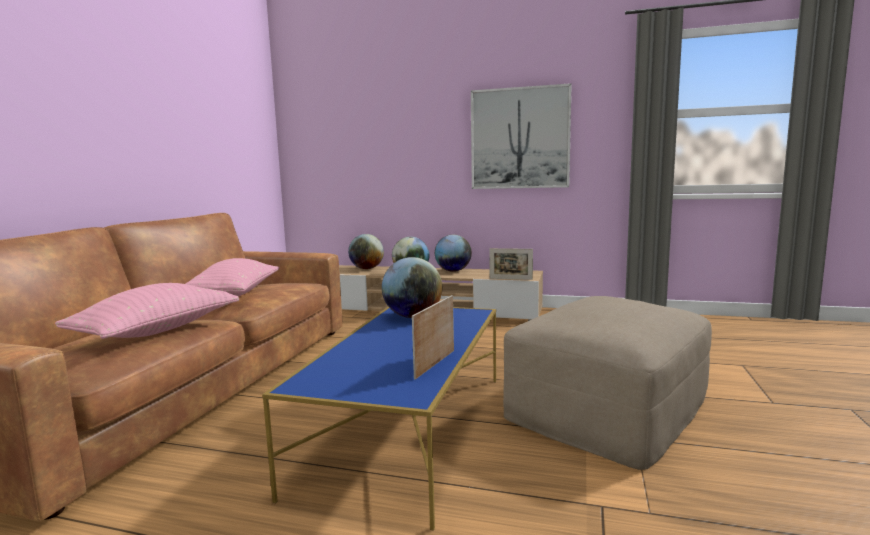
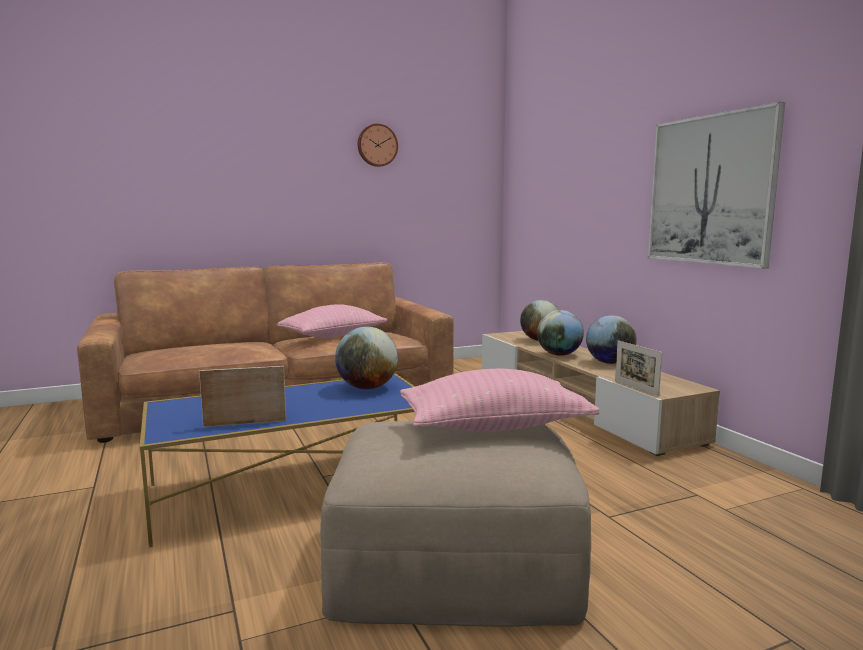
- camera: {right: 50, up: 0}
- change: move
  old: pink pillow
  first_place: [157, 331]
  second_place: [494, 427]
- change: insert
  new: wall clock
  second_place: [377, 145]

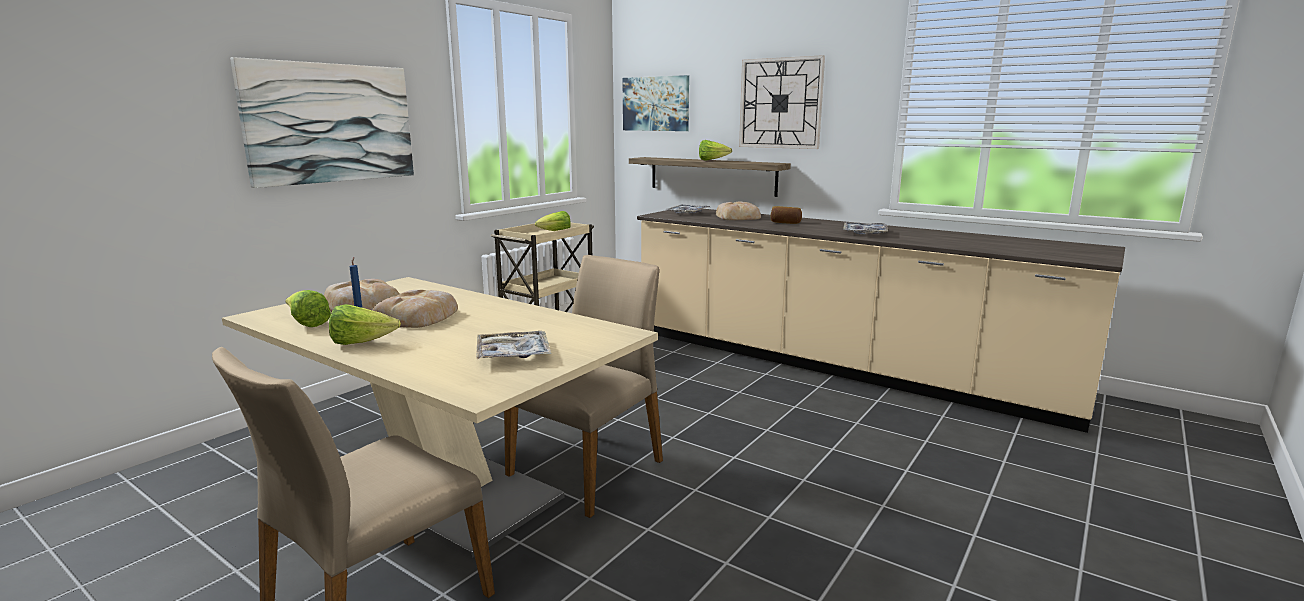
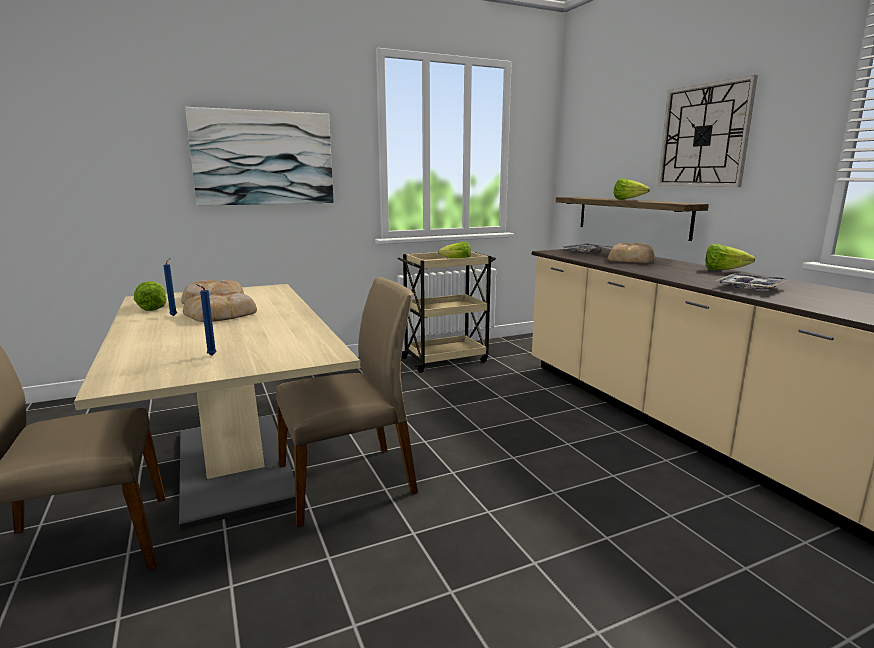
- camera: {right: 30, up: 0}
- change: delete
  old: picture
  first_place: [656, 104]
- change: delete
  old: bread
  first_place: [785, 223]
- change: move
  old: lettuce
  first_place: [362, 343]
  second_place: [723, 270]
- change: replace
  old: tray
  new: blue candle
  first_place: [513, 354]
  second_place: [210, 356]

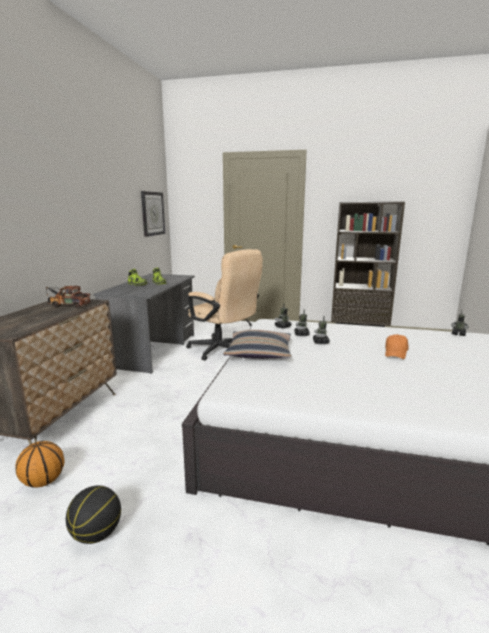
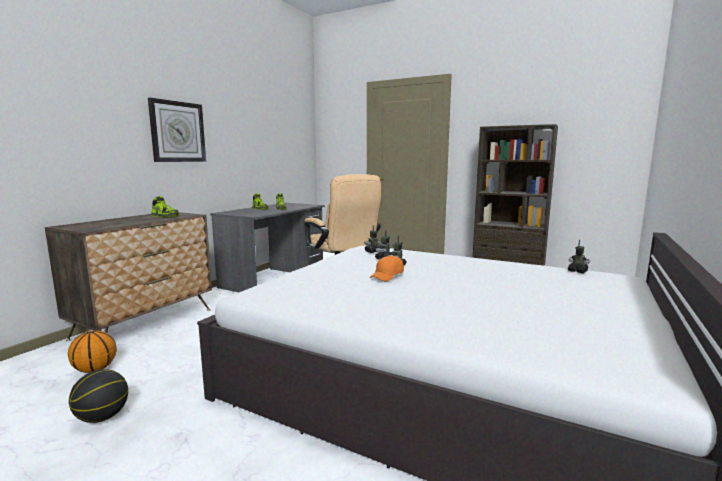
- camera: {right: 15, up: -5}
- change: move
  old: wall clock
  first_place: [152, 213]
  second_place: [177, 132]
- change: replace
  old: toy truck
  new: shoe
  first_place: [67, 305]
  second_place: [165, 216]
- change: delete
  old: pillow
  first_place: [259, 352]
- change: move
  old: orange cap
  first_place: [396, 353]
  second_place: [387, 276]

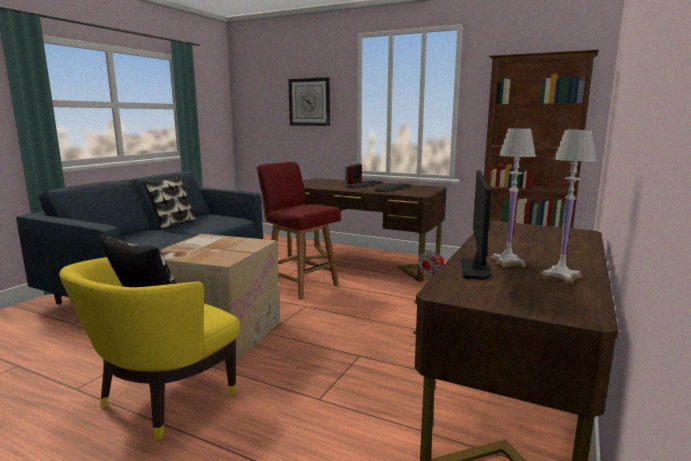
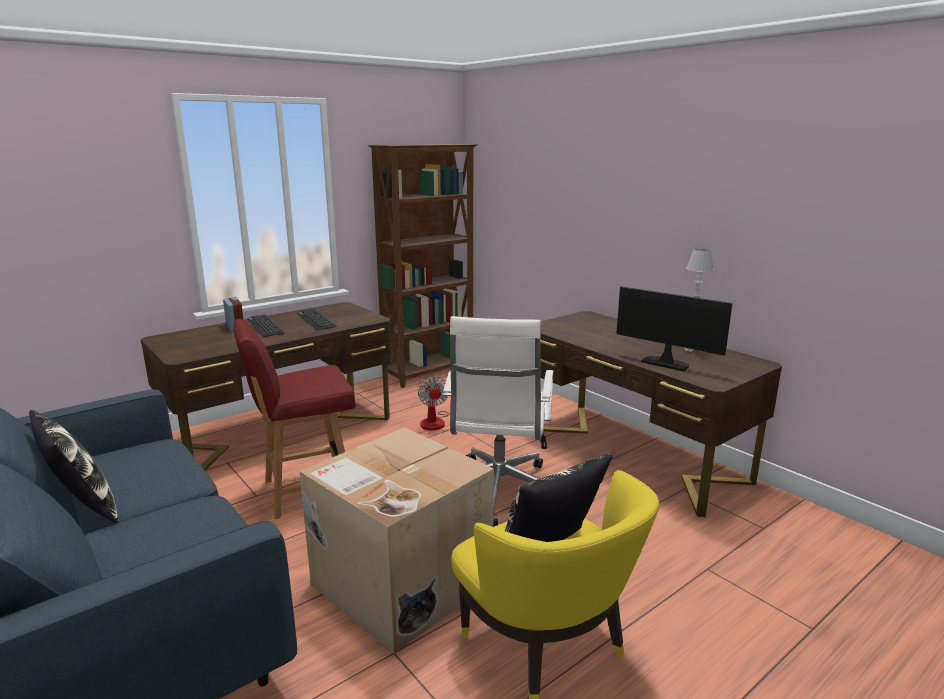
- camera: {right: -65, up: 5}
- change: delete
  old: wall clock
  first_place: [309, 102]
- change: delete
  old: white table lamp
  first_place: [507, 262]
- change: insert
  new: white office chair
  second_place: [498, 492]

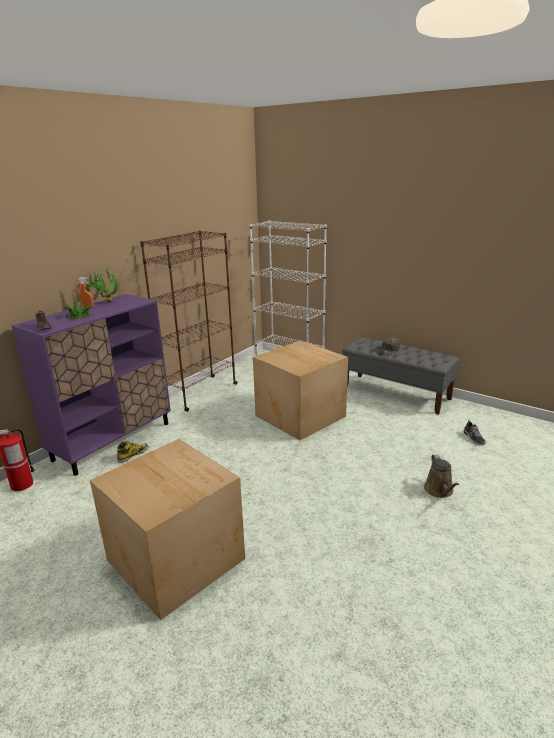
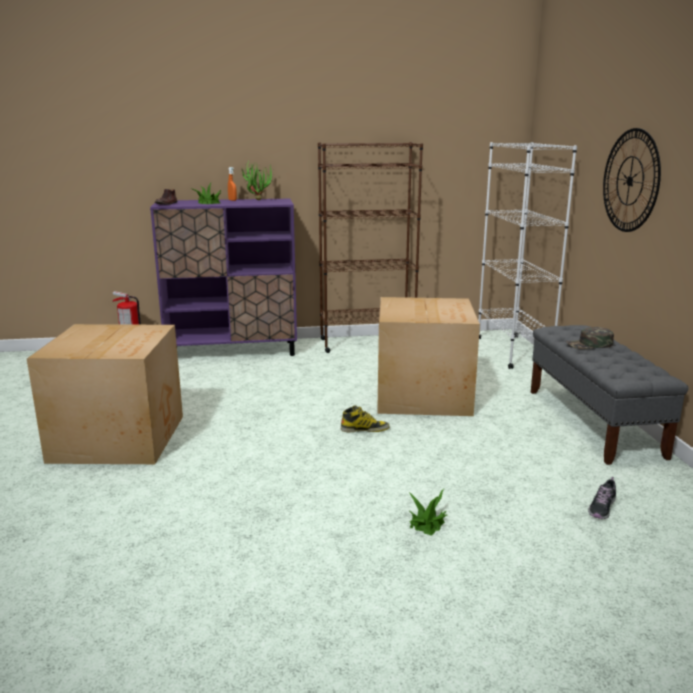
- camera: {right: 45, up: -5}
- change: move
  old: boot
  first_place: [133, 454]
  second_place: [364, 429]
- change: replace
  old: brown watering can
  new: potted plant
  first_place: [439, 491]
  second_place: [427, 523]
- change: insert
  new: wall clock
  second_place: [630, 181]

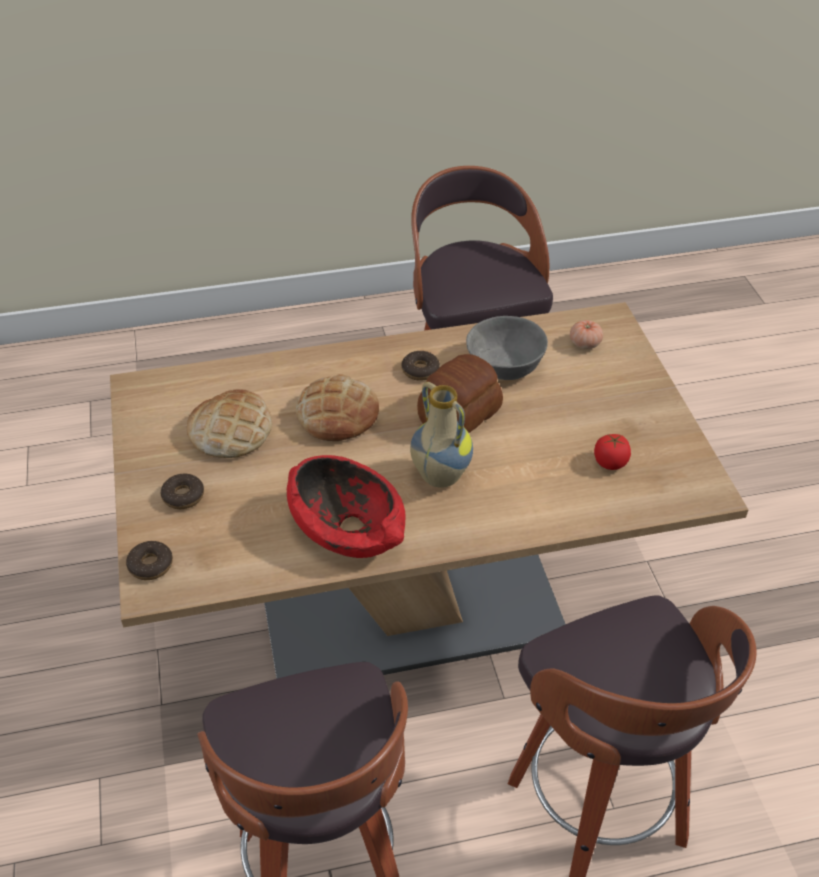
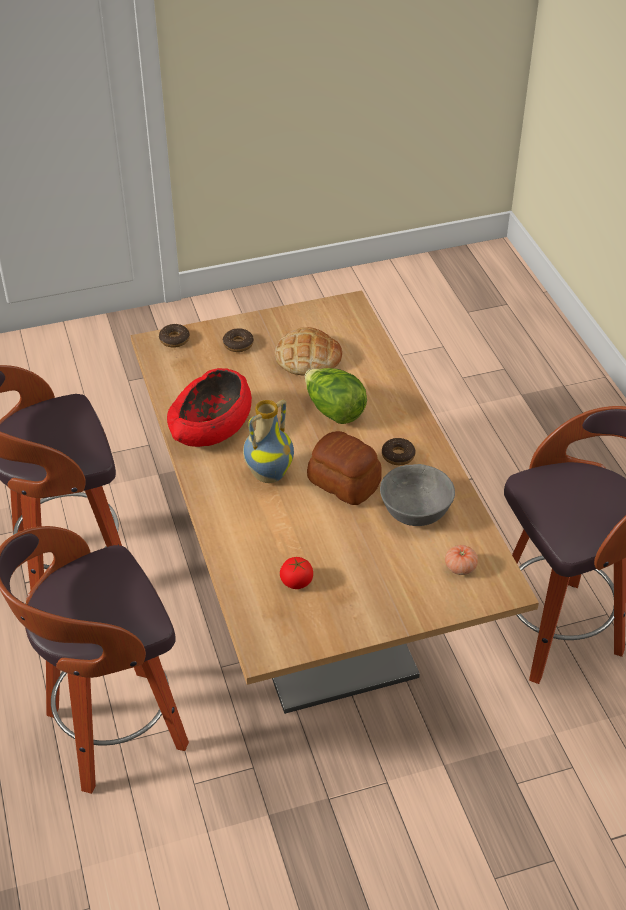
- camera: {right: 85, up: 0}
- change: replace
  old: bread
  new: lettuce
  first_place: [337, 414]
  second_place: [334, 411]

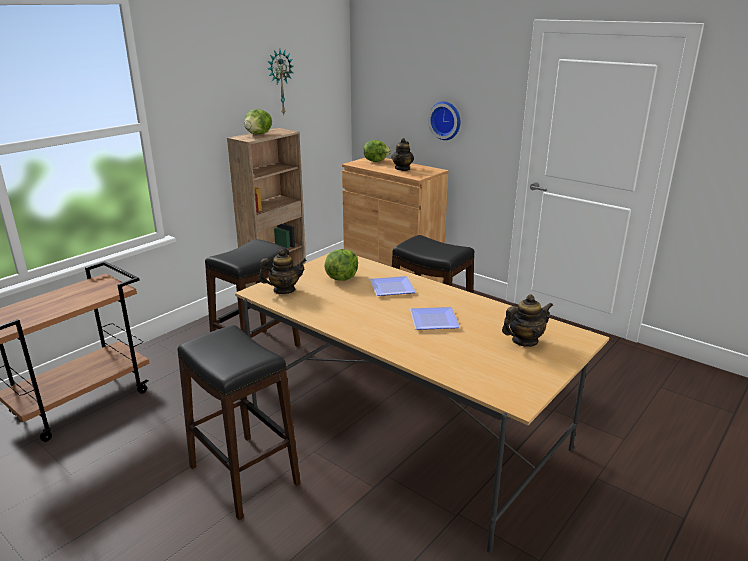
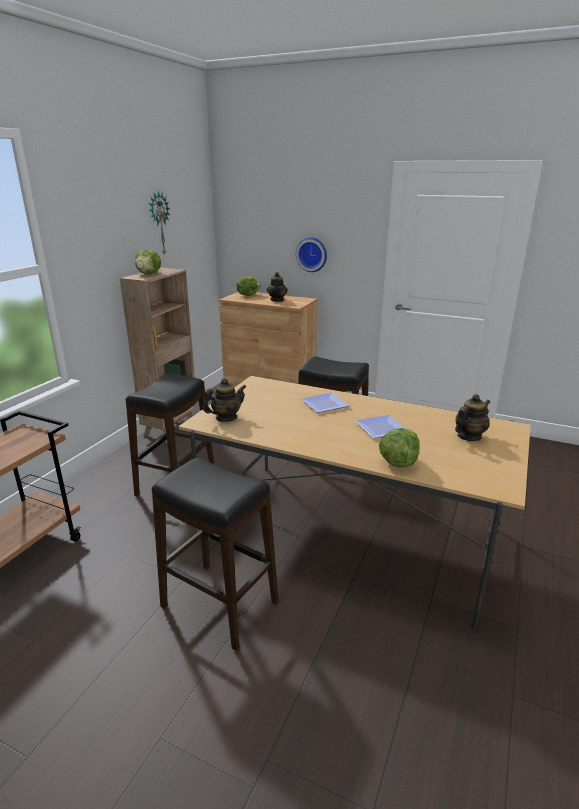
- camera: {right: -15, up: 0}
- change: move
  old: lettuce
  first_place: [341, 278]
  second_place: [398, 462]

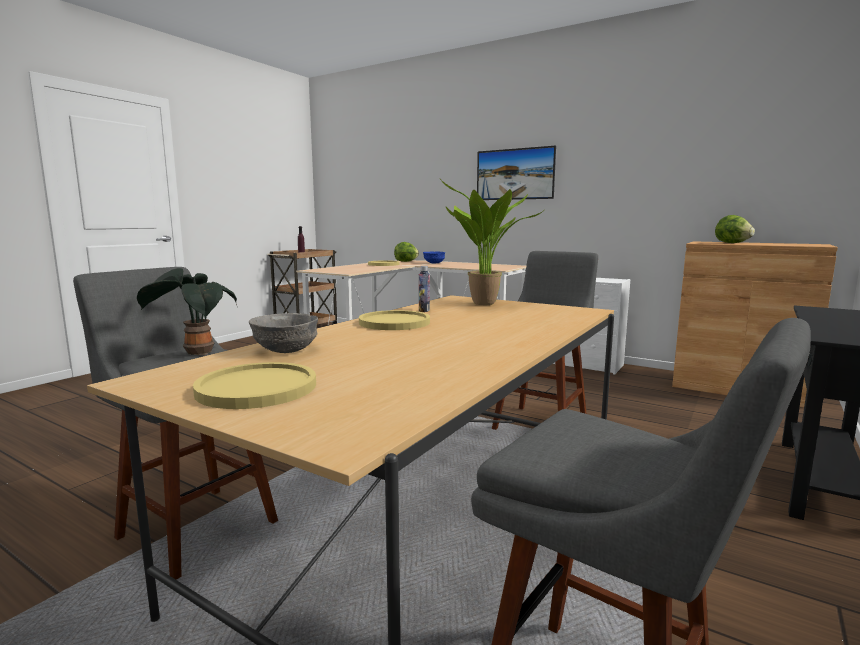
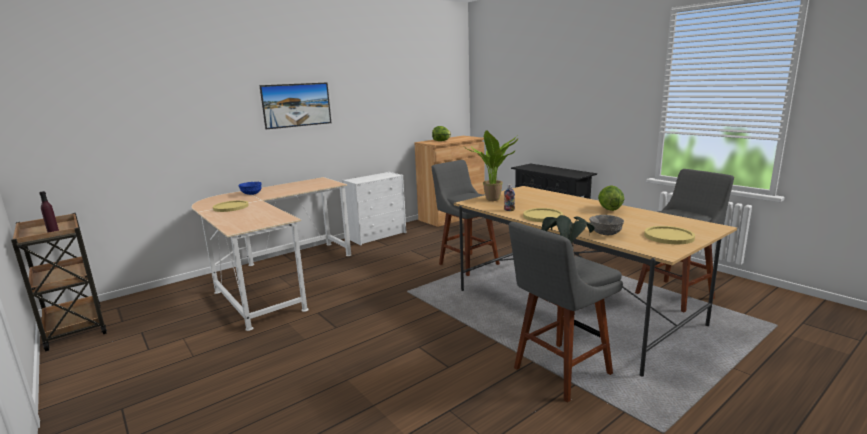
- camera: {right: -70, up: 5}
- change: move
  old: lettuce
  first_place: [406, 261]
  second_place: [609, 209]

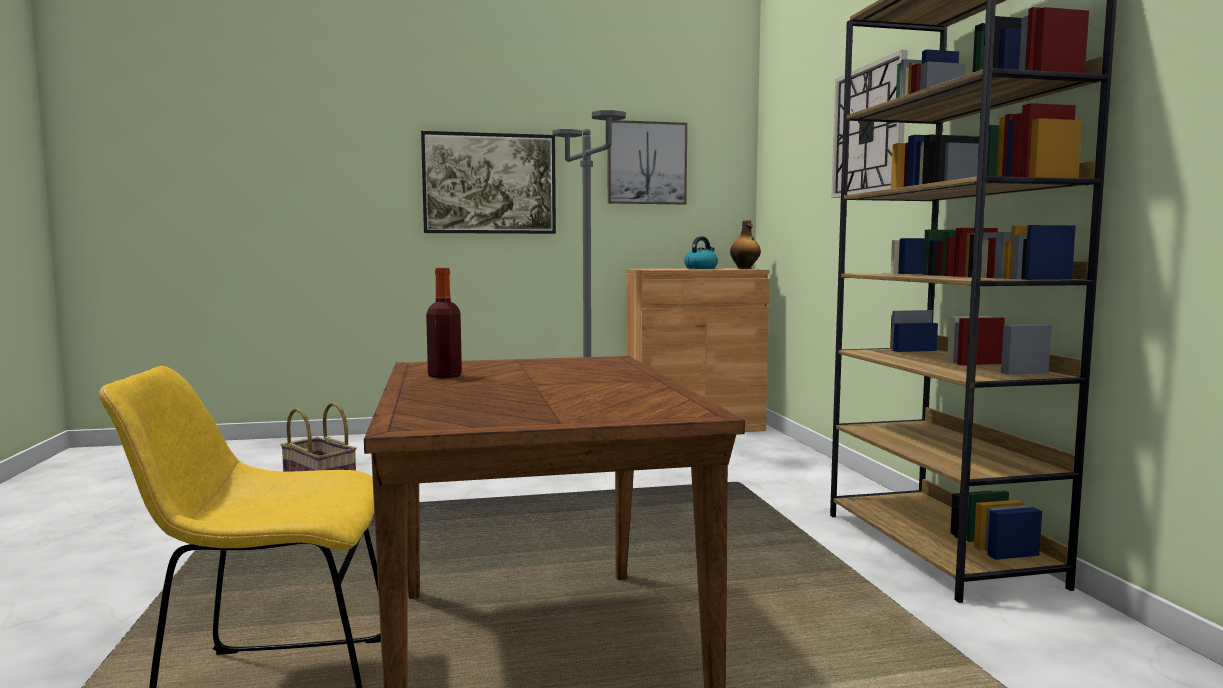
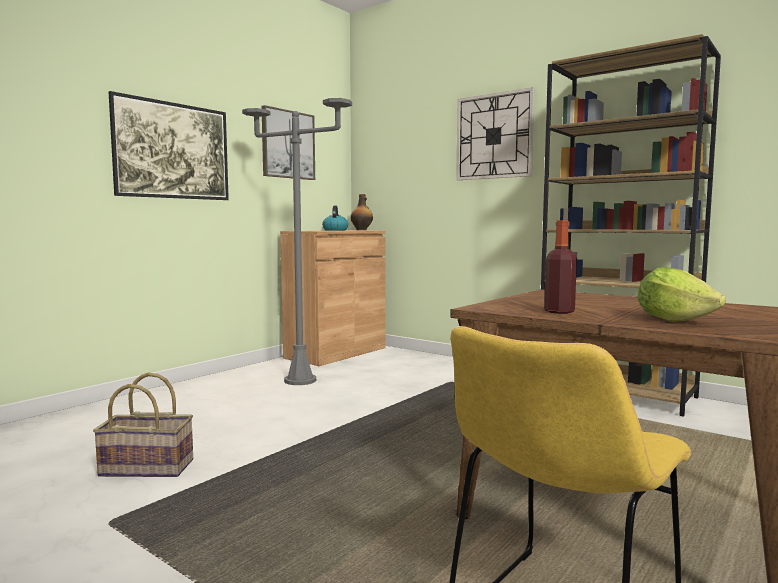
- camera: {right: -40, up: 0}
- change: insert
  new: lettuce
  second_place: [674, 320]

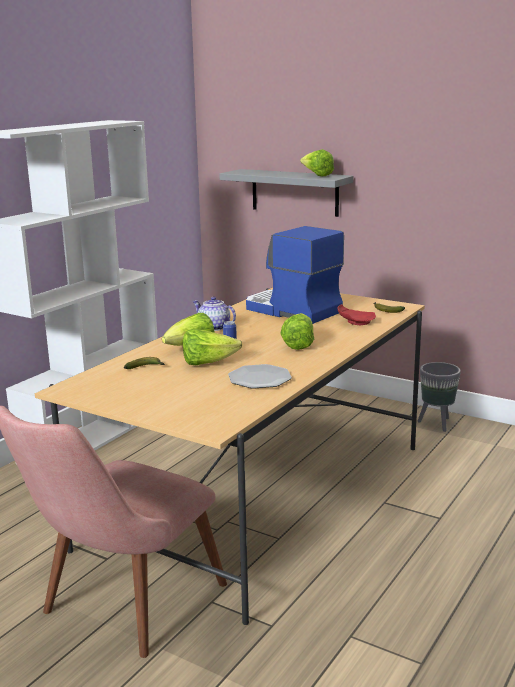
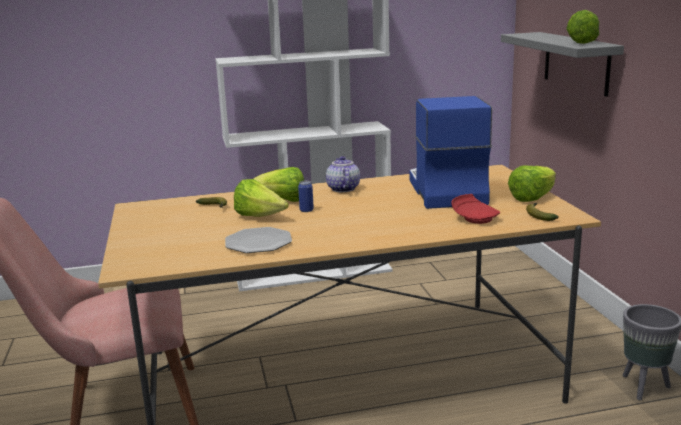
- camera: {right: 45, up: 0}
- change: move
  old: lettuce
  first_place: [298, 344]
  second_place: [532, 198]

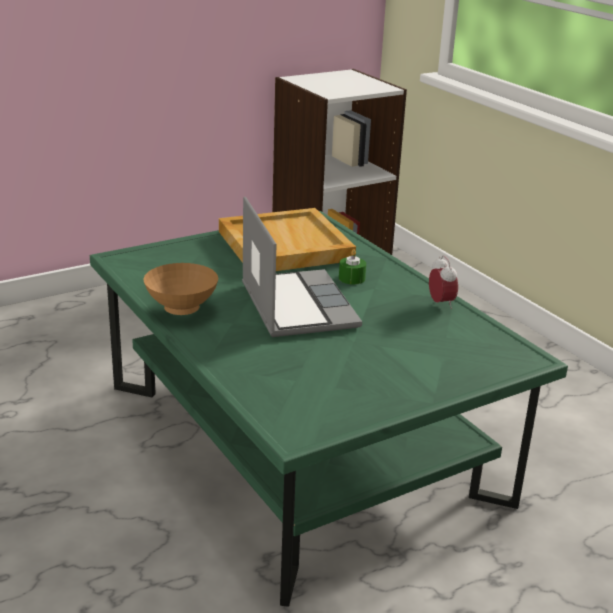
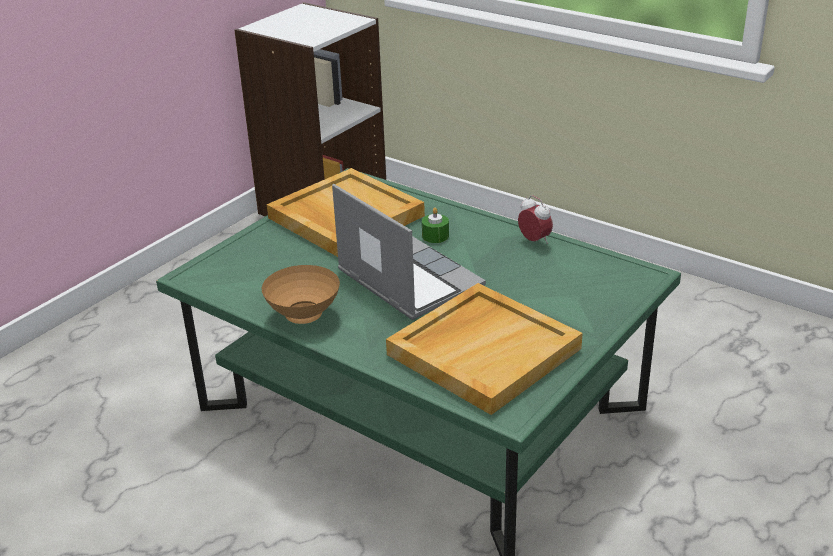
- camera: {right: -20, up: 5}
- change: insert
  new: beige tray
  second_place: [483, 350]

